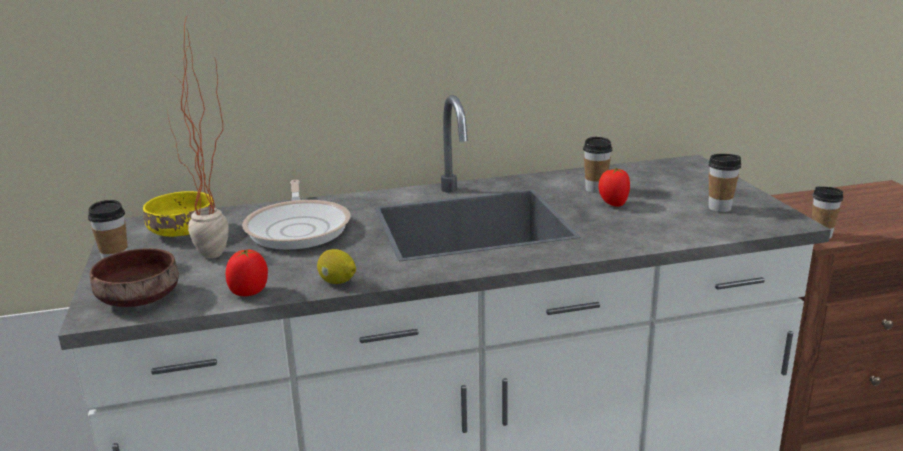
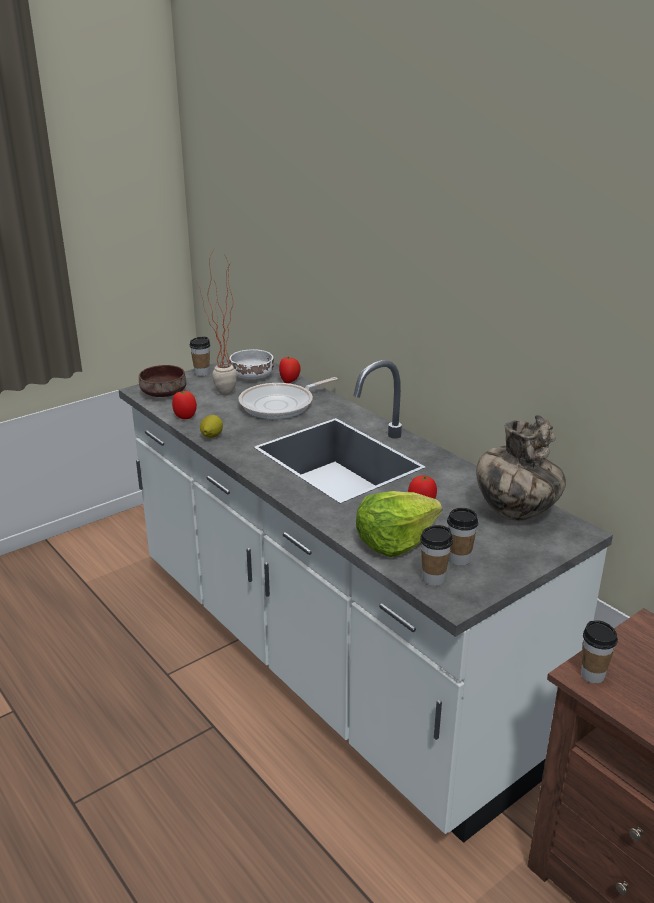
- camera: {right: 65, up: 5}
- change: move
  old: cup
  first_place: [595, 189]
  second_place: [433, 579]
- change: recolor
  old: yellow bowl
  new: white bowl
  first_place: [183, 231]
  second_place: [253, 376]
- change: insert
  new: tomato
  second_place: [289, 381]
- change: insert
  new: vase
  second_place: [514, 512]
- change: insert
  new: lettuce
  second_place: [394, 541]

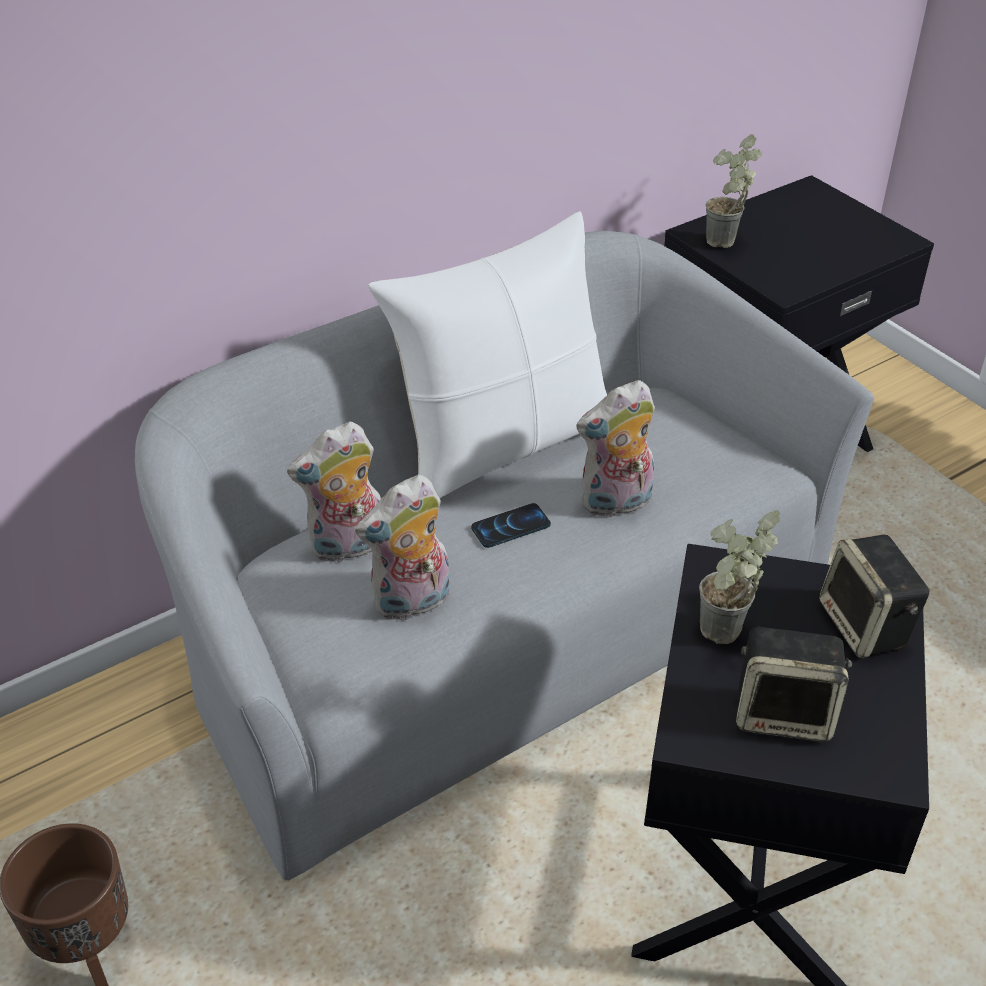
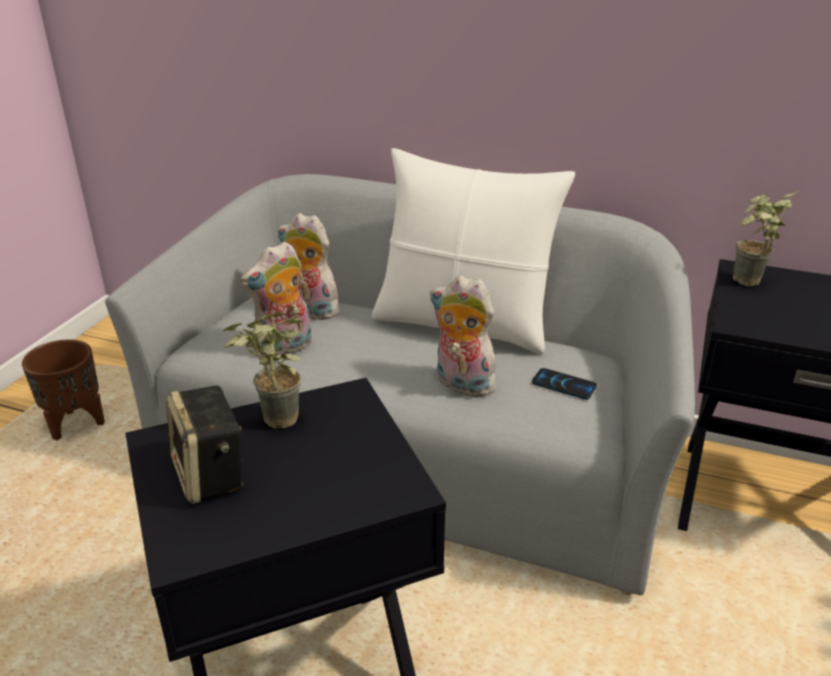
- camera: {right: 55, up: -10}
- change: rotate
  old: plush toy
  first_place: [412, 603]
  second_place: [285, 348]
  degrees: -60
- change: move
  old: phone
  first_place: [510, 527]
  second_place: [564, 385]
- change: delete
  old: speaker
  first_place: [866, 627]

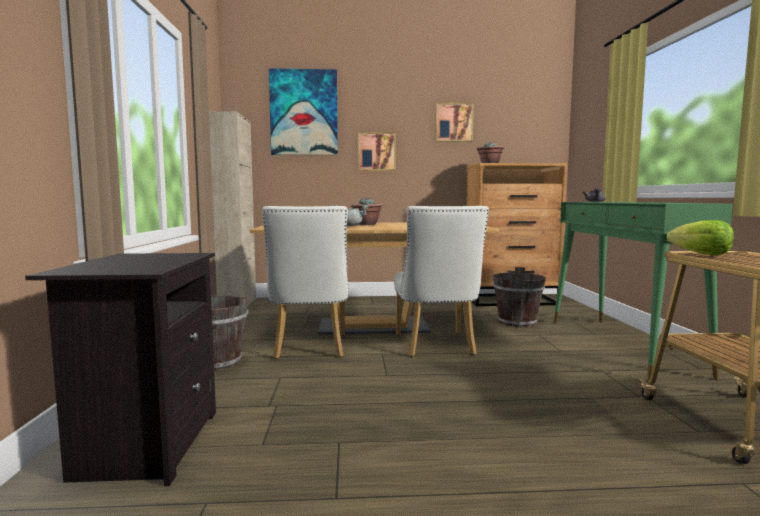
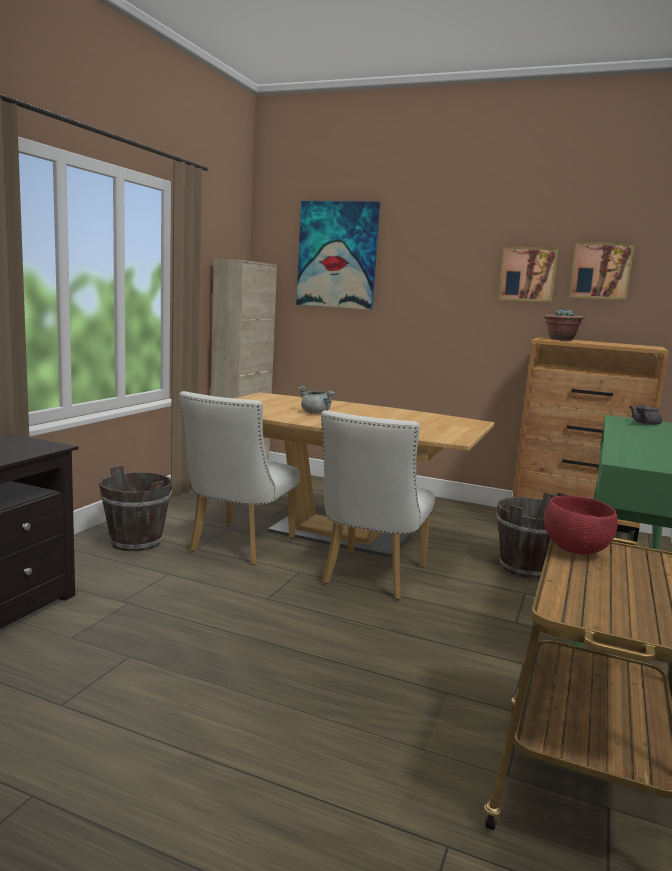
- camera: {right: 25, up: 5}
- change: move
  old: picture
  first_place: [376, 151]
  second_place: [601, 271]
- change: delete
  old: potted plant
  first_place: [366, 224]
- change: replace
  old: lettuce
  new: red bowl
  first_place: [701, 254]
  second_place: [575, 550]

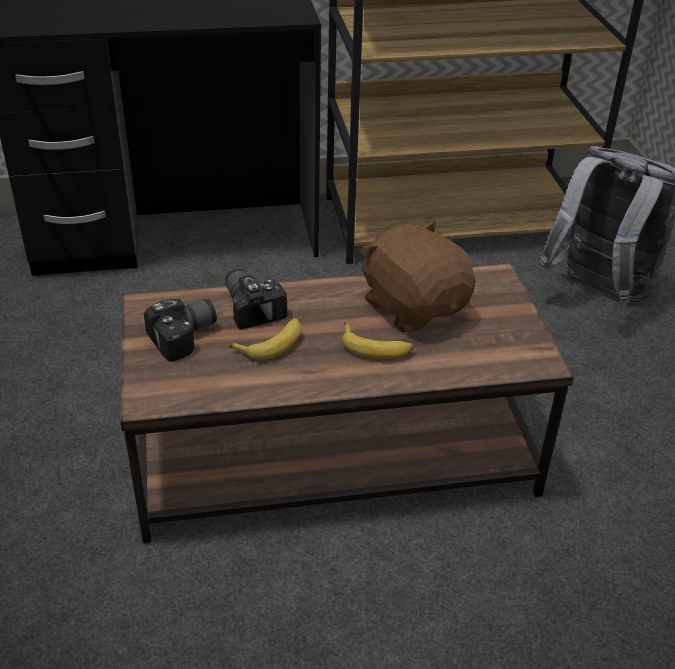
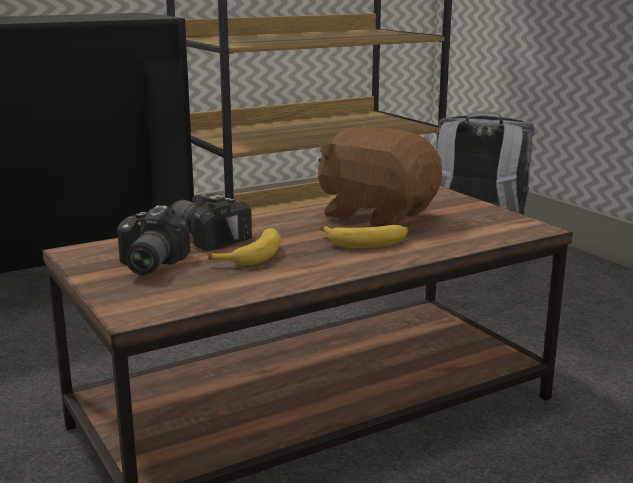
- camera: {right: -20, up: -20}
- change: rotate
  old: photo camera
  first_place: [186, 338]
  second_place: [146, 265]
  degrees: 150

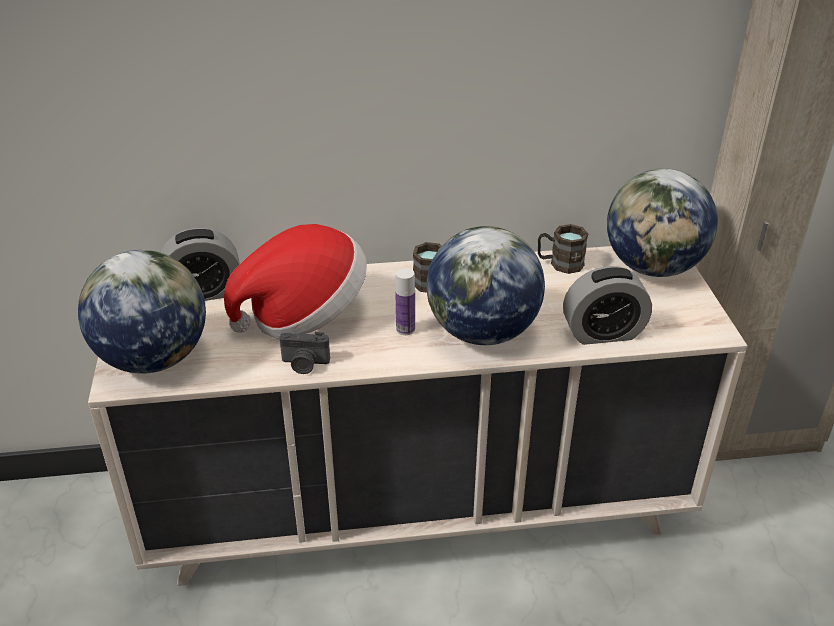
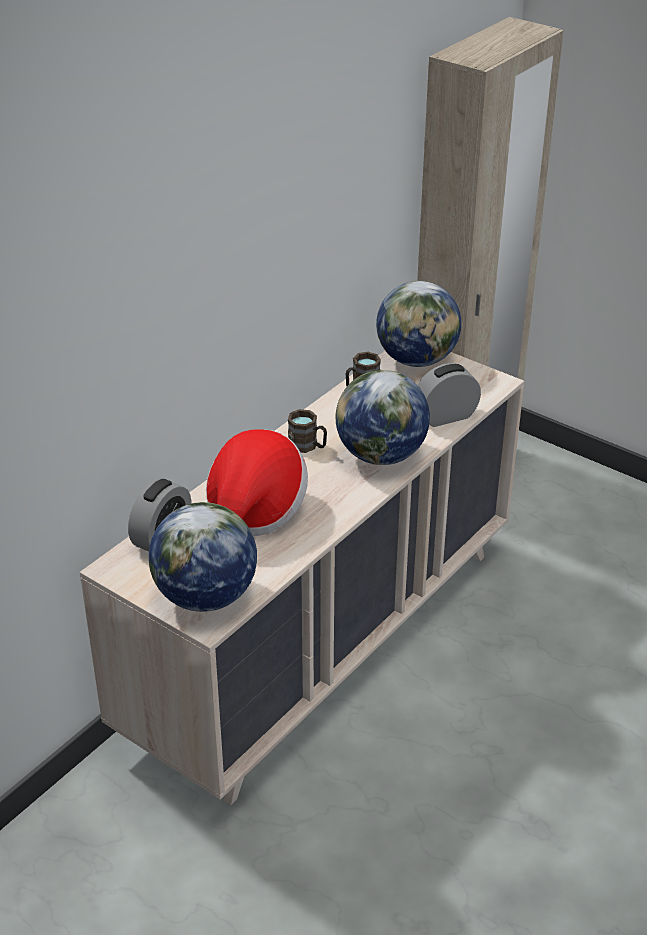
- camera: {right: -45, up: 0}
- change: rotate
  old: alarm clock
  first_place: [603, 333]
  second_place: [446, 416]
  degrees: -150
- change: delete
  old: bottle
  first_place: [405, 329]
- change: delete
  old: photo camera
  first_place: [304, 364]

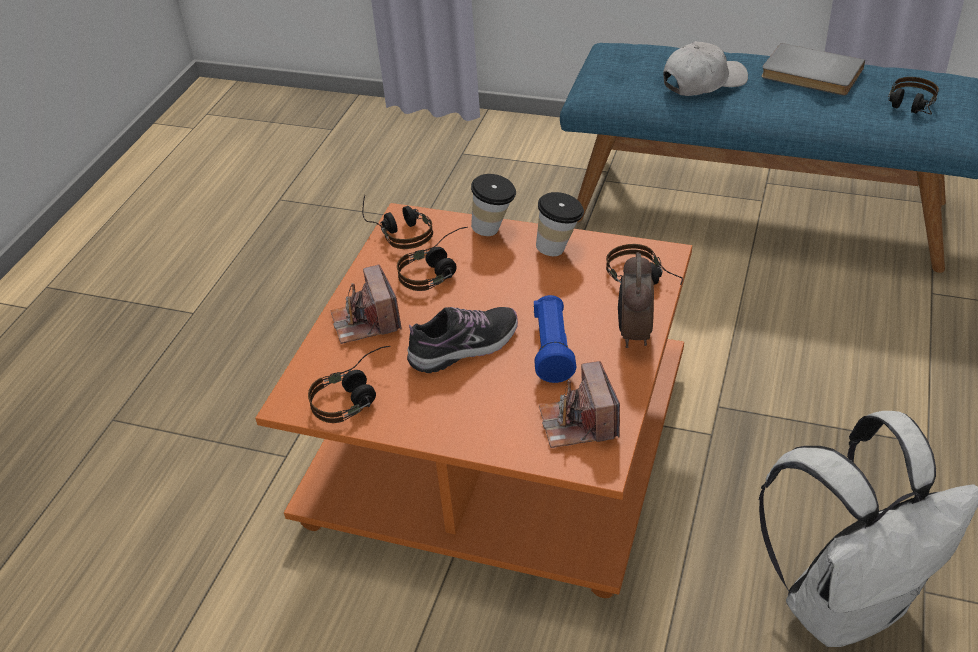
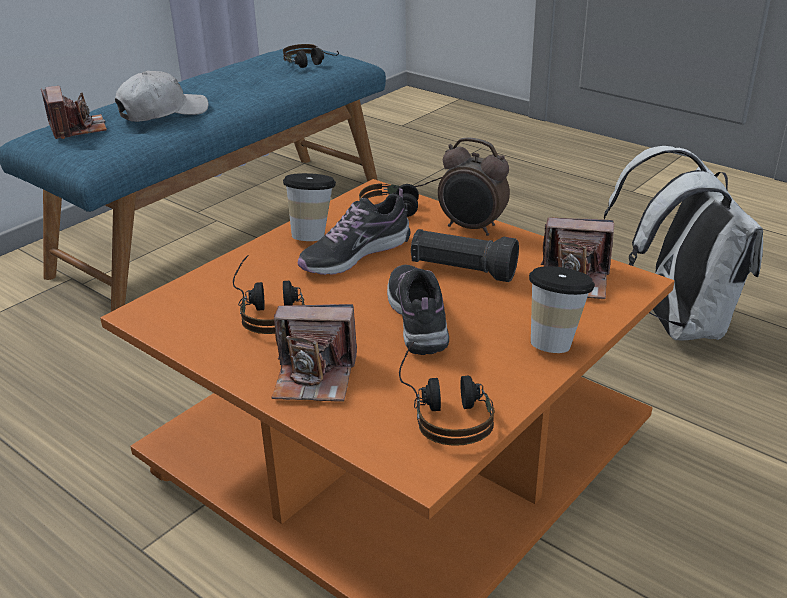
- camera: {right: -70, up: -10}
- change: rotate
  old: white cap
  first_place: [703, 82]
  second_place: [162, 112]
  degrees: 60
- change: delete
  old: grey book
  first_place: [810, 74]
- change: move
  old: cup
  first_place: [494, 230]
  second_place: [555, 341]
- change: delete
  old: headphones
  first_place: [398, 230]
- change: recolor
  old: blue flashlight
  new: black flashlight
  first_place: [552, 350]
  second_place: [462, 271]
- change: insert
  new: photo camera
  second_place: [77, 129]
- change: insert
  new: shoe
  second_place: [354, 255]

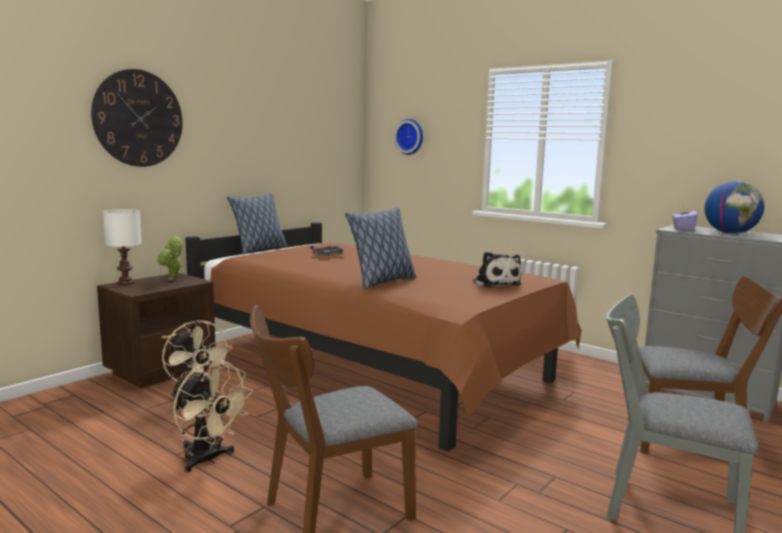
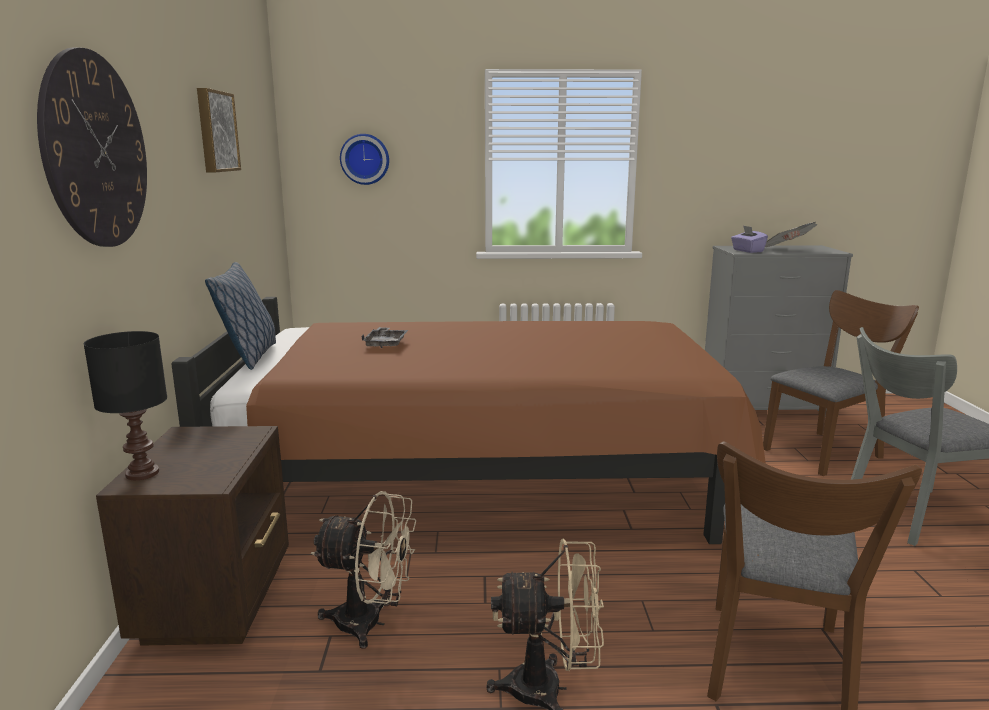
- camera: {right: -40, up: 5}
- change: replace
  old: globe
  new: newspaper
  first_place: [730, 233]
  second_place: [785, 250]
- change: delete
  old: pillow
  first_place: [382, 281]
- change: recolor
  old: white table lamp
  new: black table lamp
  first_place: [125, 283]
  second_place: [141, 474]
- change: delete
  old: potted plant
  first_place: [172, 279]
- change: delete
  old: plush toy
  first_place: [495, 283]
- change: insert
  new: picture
  second_place: [215, 131]

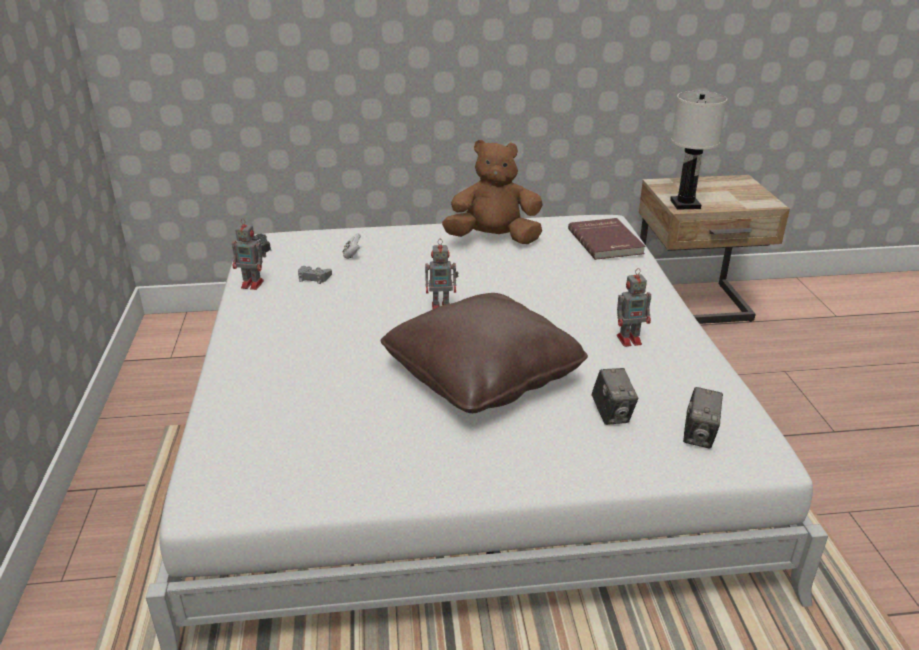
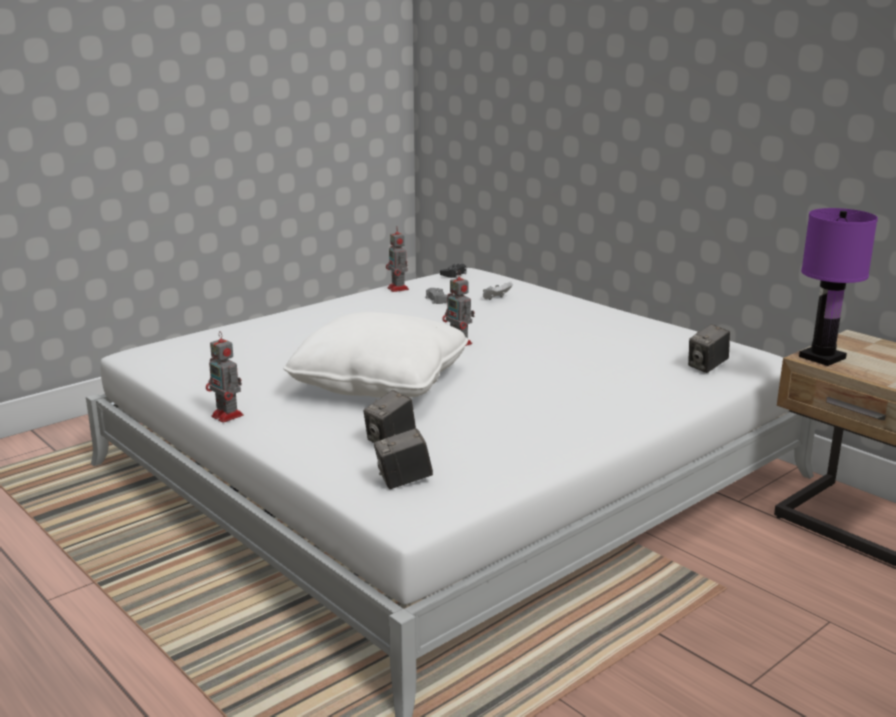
- camera: {right: 55, up: -10}
- change: recolor
  old: white table lamp
  new: purple table lamp
  first_place: [685, 204]
  second_place: [821, 357]
- change: delete
  old: brown plush toy
  first_place: [493, 239]
- change: replace
  old: red book
  new: photo camera
  first_place: [606, 241]
  second_place: [707, 367]
- change: move
  old: toy robot
  first_place: [630, 339]
  second_place: [228, 416]
- change: recolor
  old: brown pillow
  new: white pillow
  first_place: [482, 375]
  second_place: [379, 383]

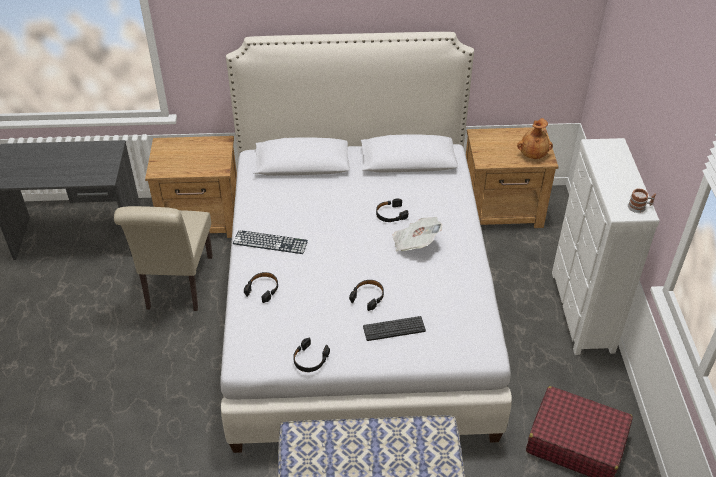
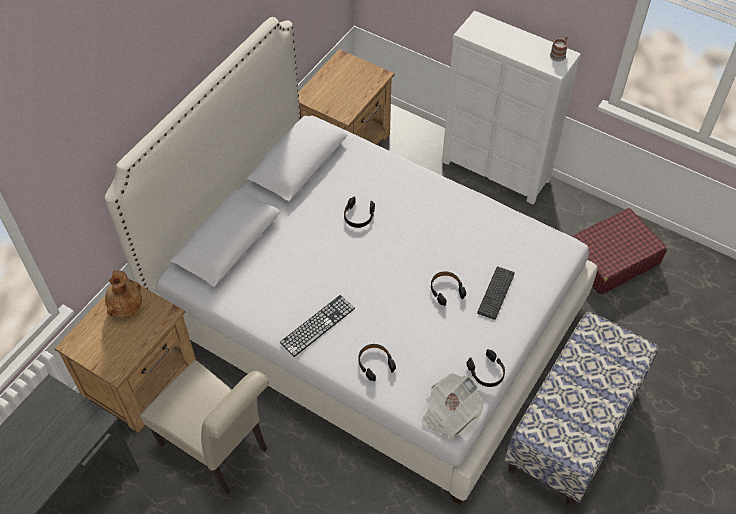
- camera: {right: -55, up: 10}
- change: move
  old: brown vase
  first_place: [533, 155]
  second_place: [126, 307]
- change: move
  old: newspaper
  first_place: [415, 243]
  second_place: [449, 413]

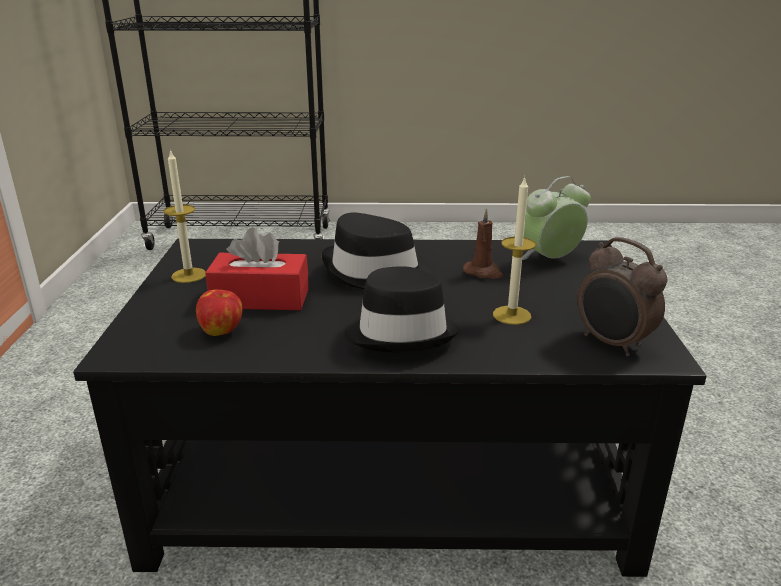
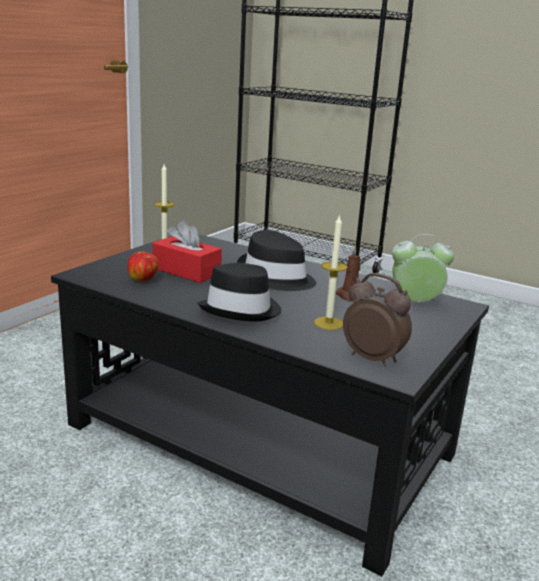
- camera: {right: 30, up: -5}
- change: rotate
  old: alarm clock
  first_place: [612, 344]
  second_place: [373, 358]
  degrees: 135

